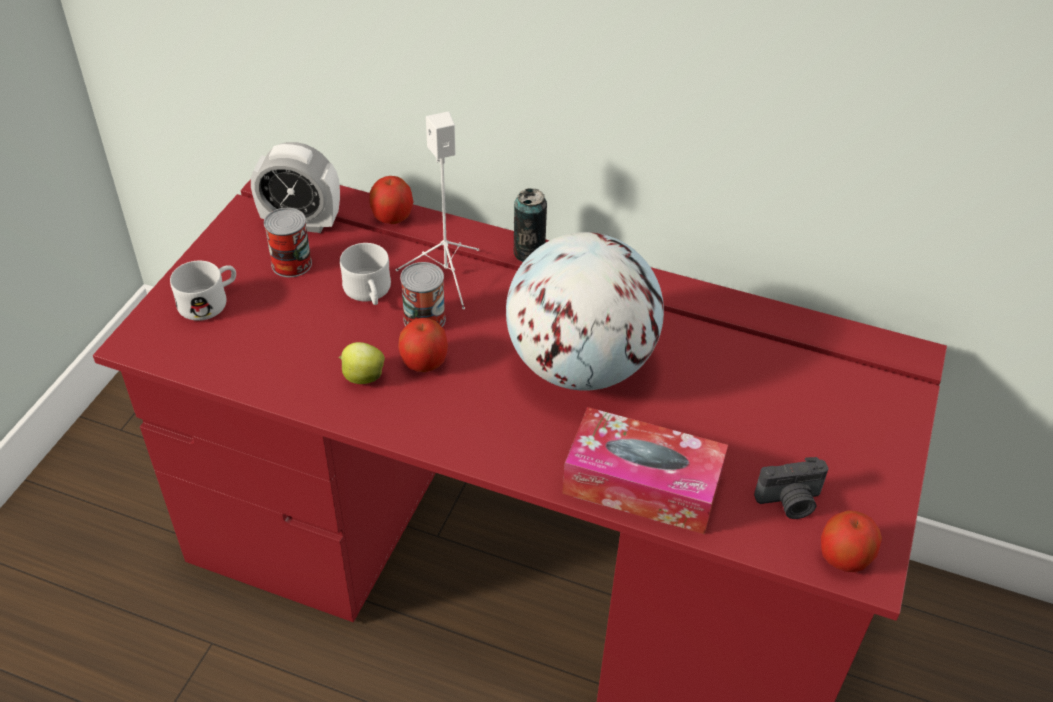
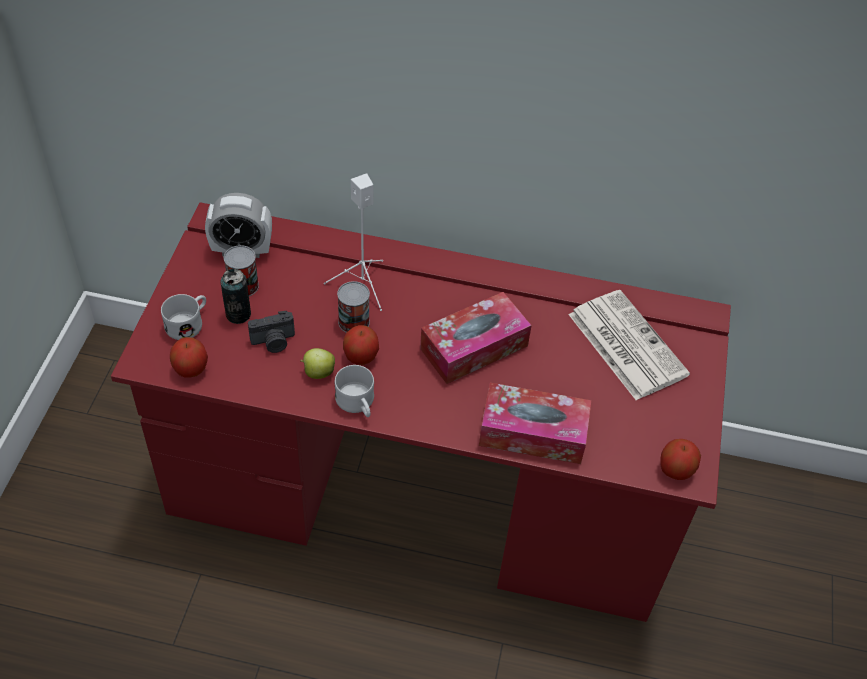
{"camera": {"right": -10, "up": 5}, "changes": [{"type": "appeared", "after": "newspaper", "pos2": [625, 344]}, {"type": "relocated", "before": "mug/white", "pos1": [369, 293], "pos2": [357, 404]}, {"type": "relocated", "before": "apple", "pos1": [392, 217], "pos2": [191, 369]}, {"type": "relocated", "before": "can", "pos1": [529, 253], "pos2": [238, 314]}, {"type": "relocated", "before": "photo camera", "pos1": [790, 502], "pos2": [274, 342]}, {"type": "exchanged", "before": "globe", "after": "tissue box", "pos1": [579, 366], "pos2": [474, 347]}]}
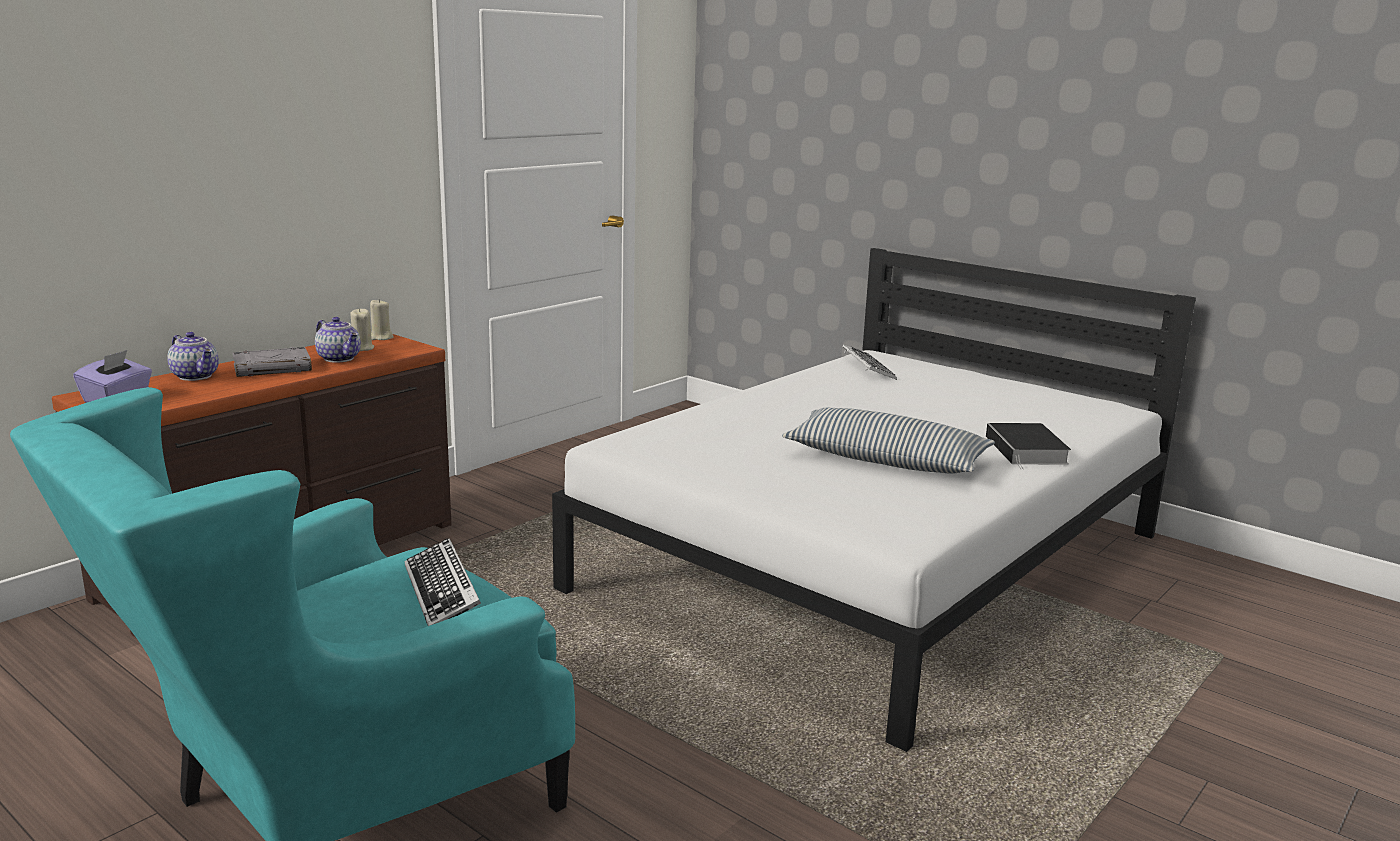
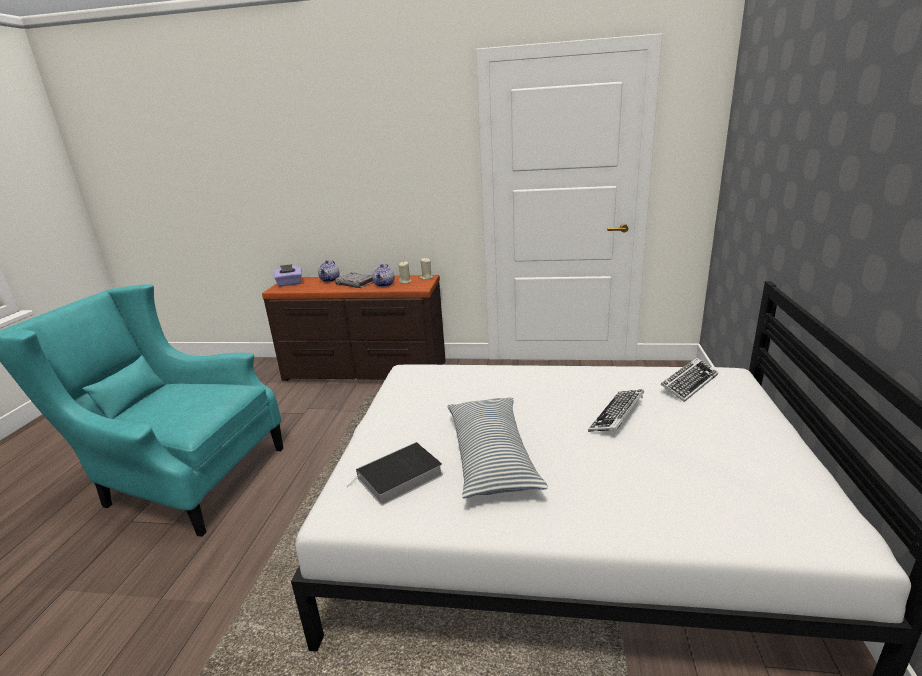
{"camera": {"right": 60, "up": 5}, "changes": [{"type": "relocated", "before": "keyboard", "pos1": [442, 592], "pos2": [617, 415]}, {"type": "relocated", "before": "book", "pos1": [1027, 451], "pos2": [398, 478]}]}
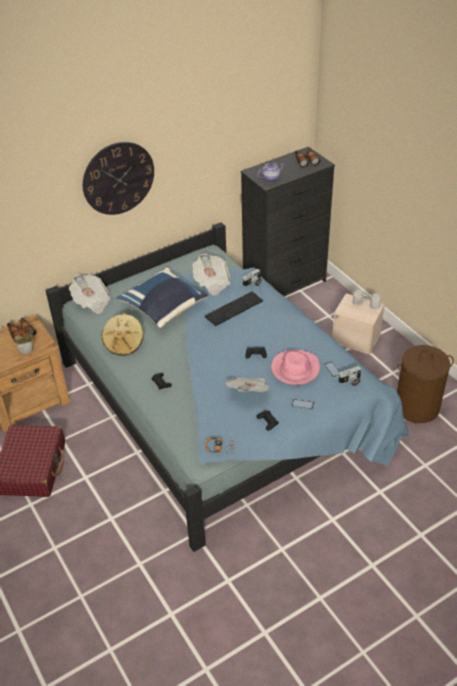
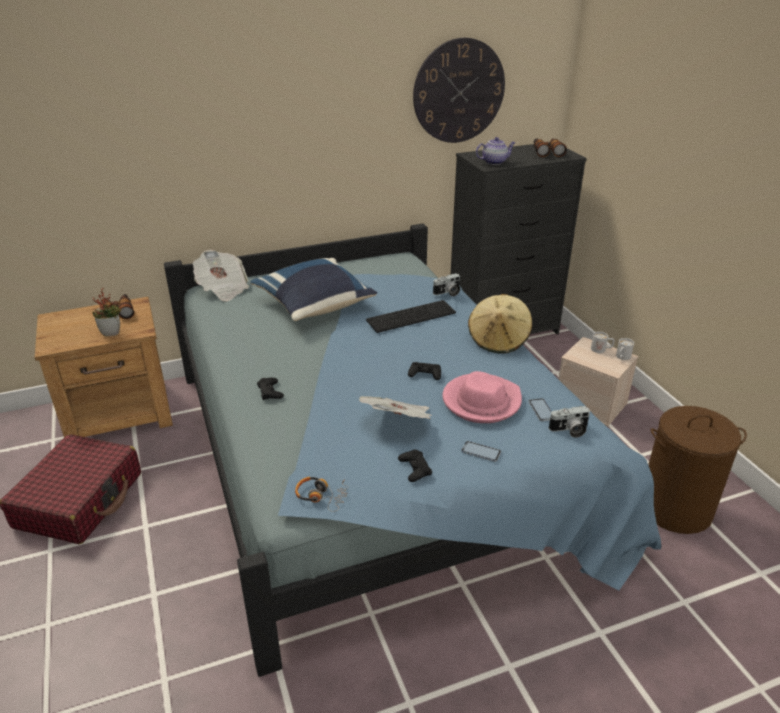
{"camera": {"right": 10, "up": -10}, "changes": [{"type": "missing", "before": "newspaper", "pos1": [212, 282]}, {"type": "relocated", "before": "wall clock", "pos1": [118, 178], "pos2": [459, 91]}, {"type": "relocated", "before": "hat/beige", "pos1": [124, 344], "pos2": [498, 340]}]}
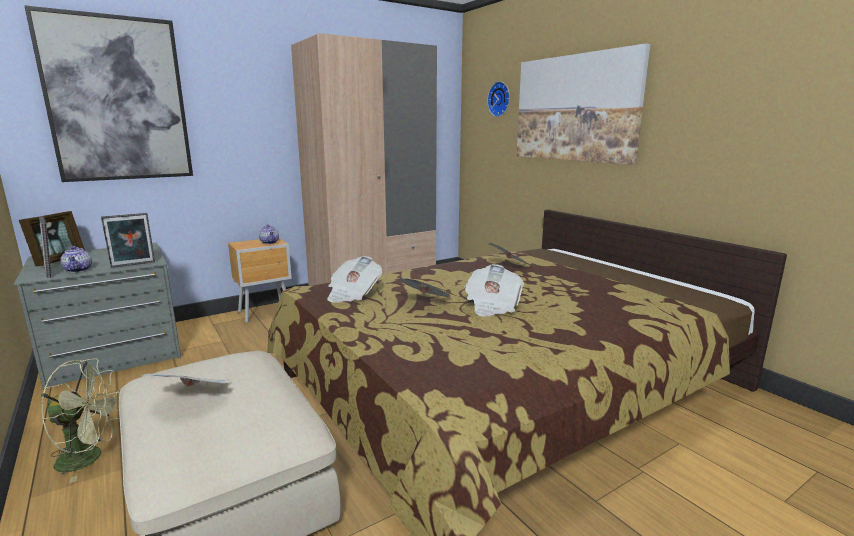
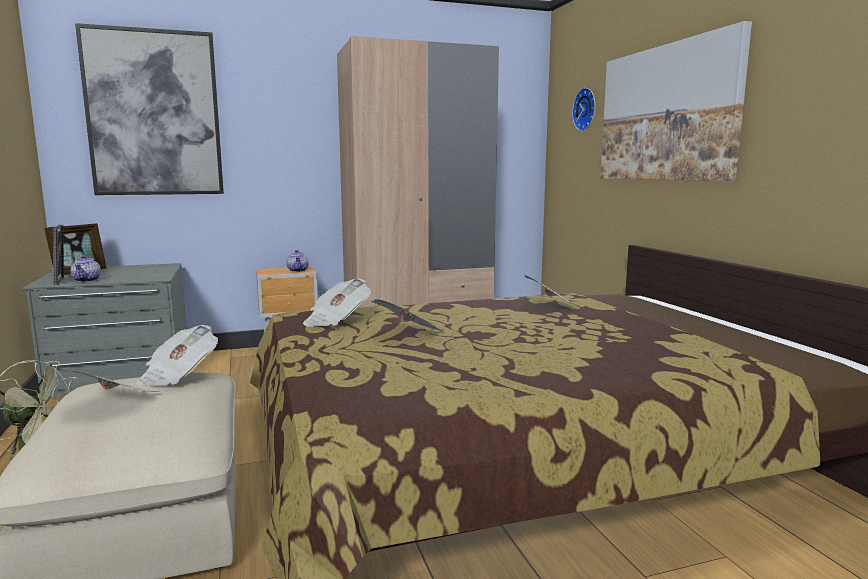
{"camera": {"right": 15, "up": -5}, "changes": [{"type": "missing", "before": "picture frame", "pos1": [133, 265]}, {"type": "relocated", "before": "newspaper", "pos1": [492, 306], "pos2": [178, 376]}]}
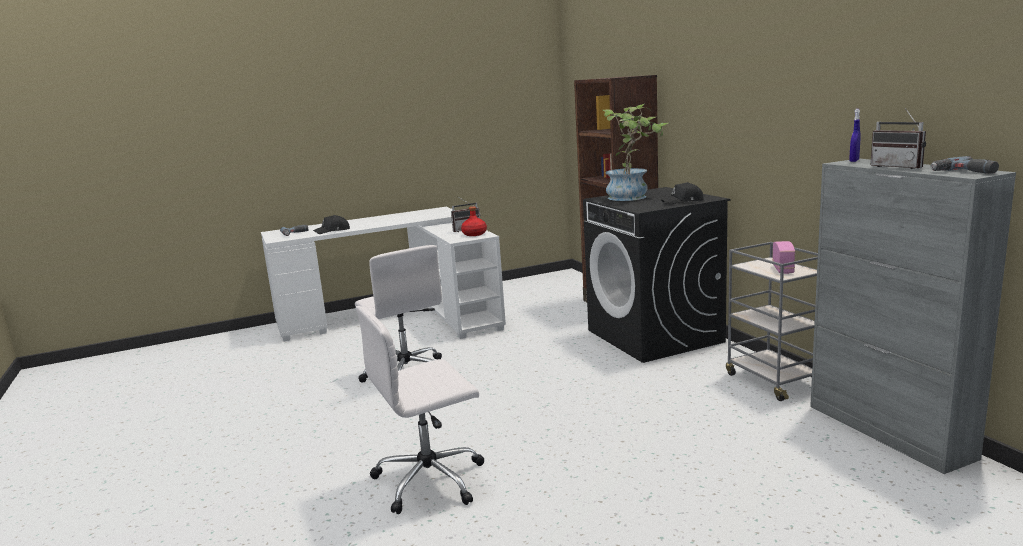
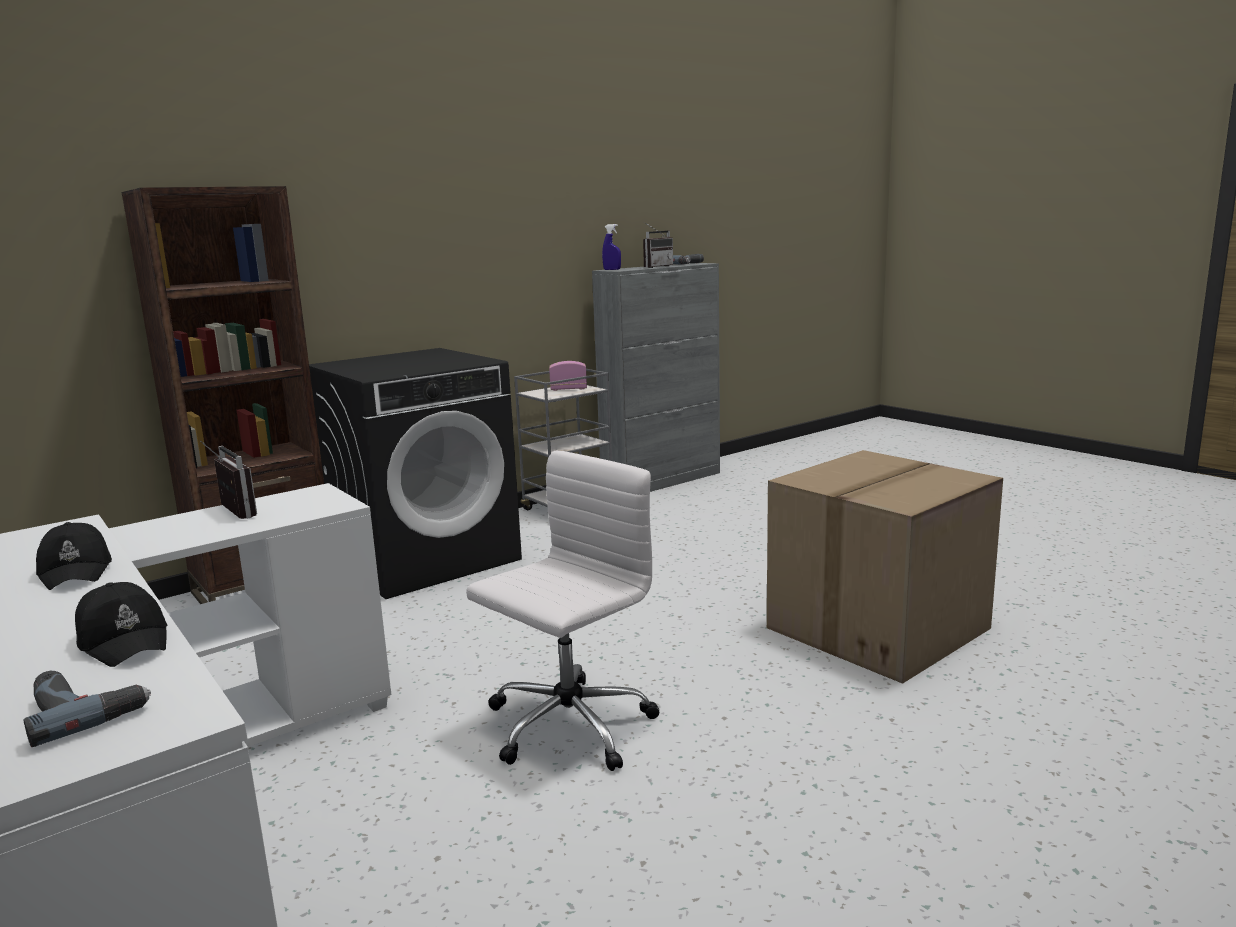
{"camera": {"right": -105, "up": 0}, "changes": [{"type": "missing", "before": "bottle/red", "pos1": [474, 234]}, {"type": "missing", "before": "potted plant", "pos1": [633, 196]}, {"type": "relocated", "before": "cap/black", "pos1": [683, 201], "pos2": [77, 570]}, {"type": "exchanged", "before": "office chair/white", "after": "cardboard box", "pos1": [431, 480], "pos2": [878, 629]}]}
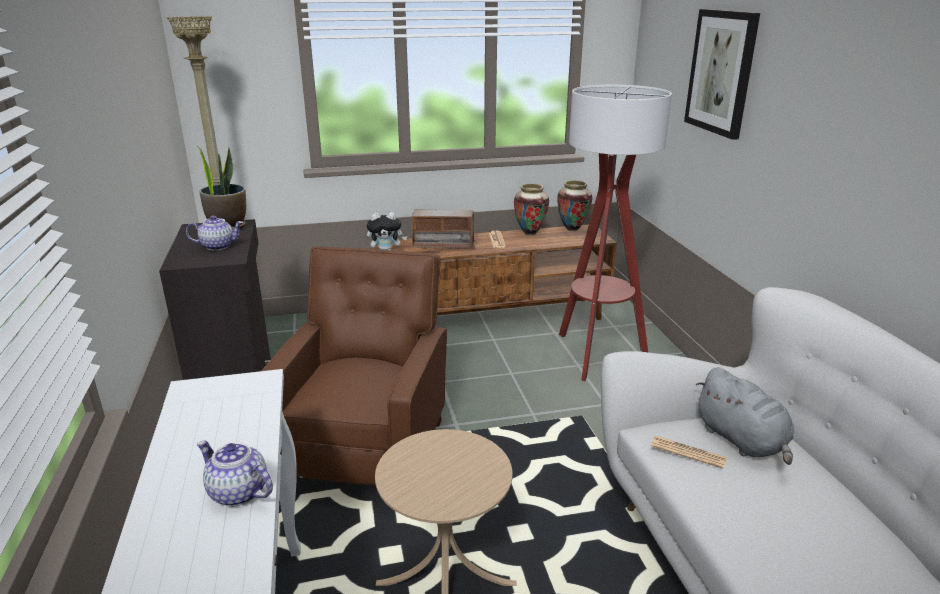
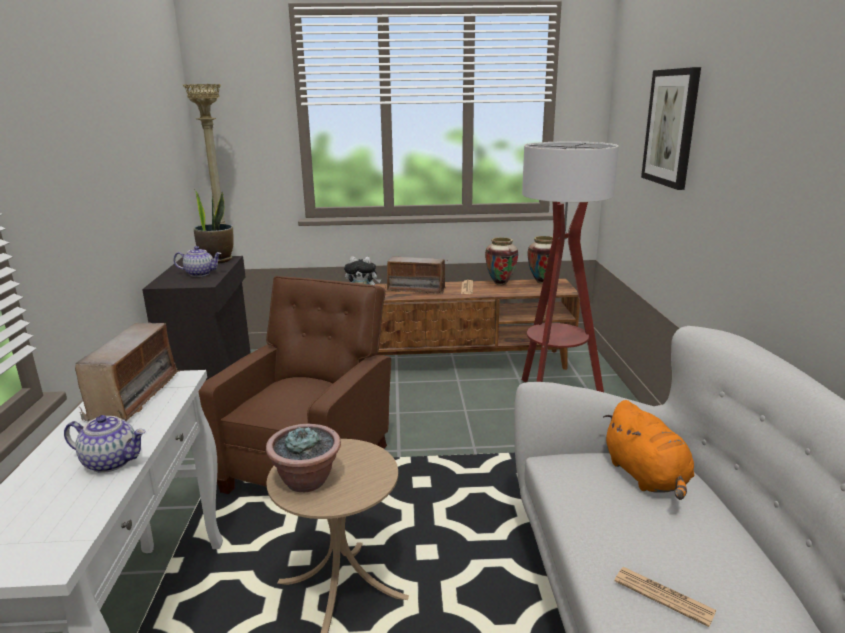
{"camera": {"right": 10, "up": -5}, "changes": [{"type": "appeared", "after": "radio", "pos2": [135, 395]}, {"type": "appeared", "after": "potted plant", "pos2": [307, 481]}, {"type": "relocated", "before": "newspaper", "pos1": [688, 452], "pos2": [663, 596]}, {"type": "colour", "before": "plush toy/grey", "after": "plush toy/orange", "pos1": [742, 441], "pos2": [646, 477]}, {"type": "spun", "before": "teapot", "pos1": [237, 492], "pos2": [112, 461], "turn": 150}]}
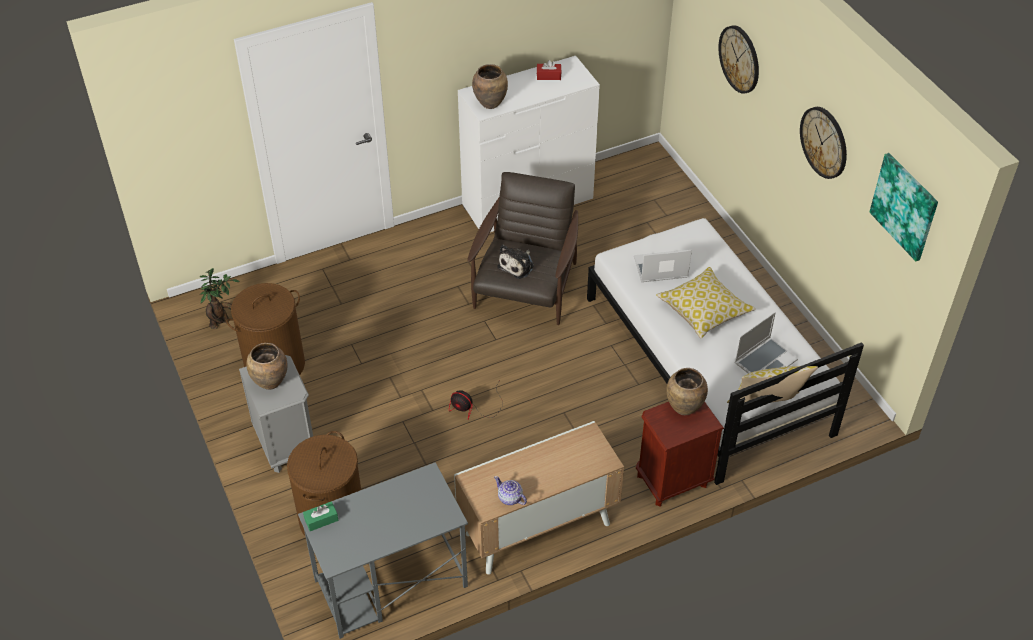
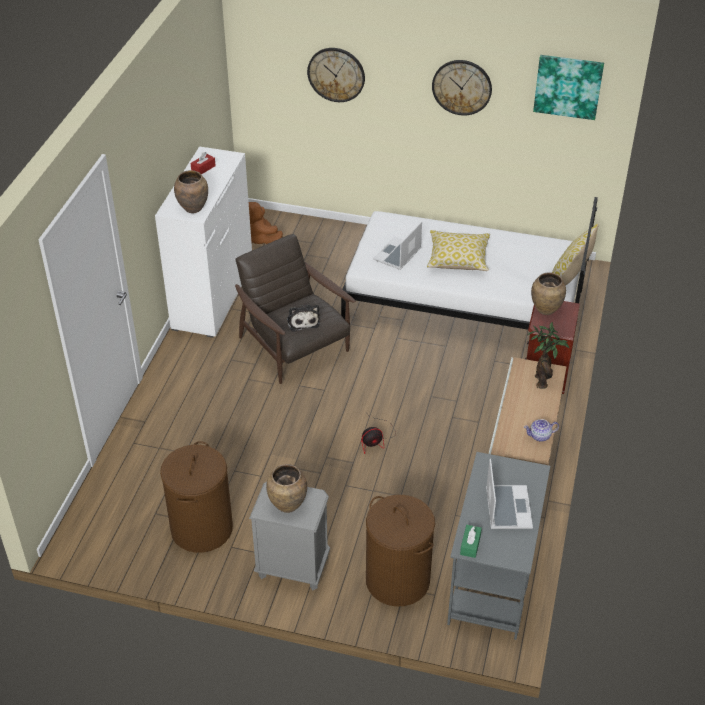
{"camera": {"right": -50, "up": -5}, "changes": [{"type": "appeared", "after": "plush toy/brown", "pos2": [262, 239]}, {"type": "relocated", "before": "potted plant", "pos1": [223, 322], "pos2": [542, 379]}, {"type": "relocated", "before": "laptop", "pos1": [765, 361], "pos2": [507, 507]}]}
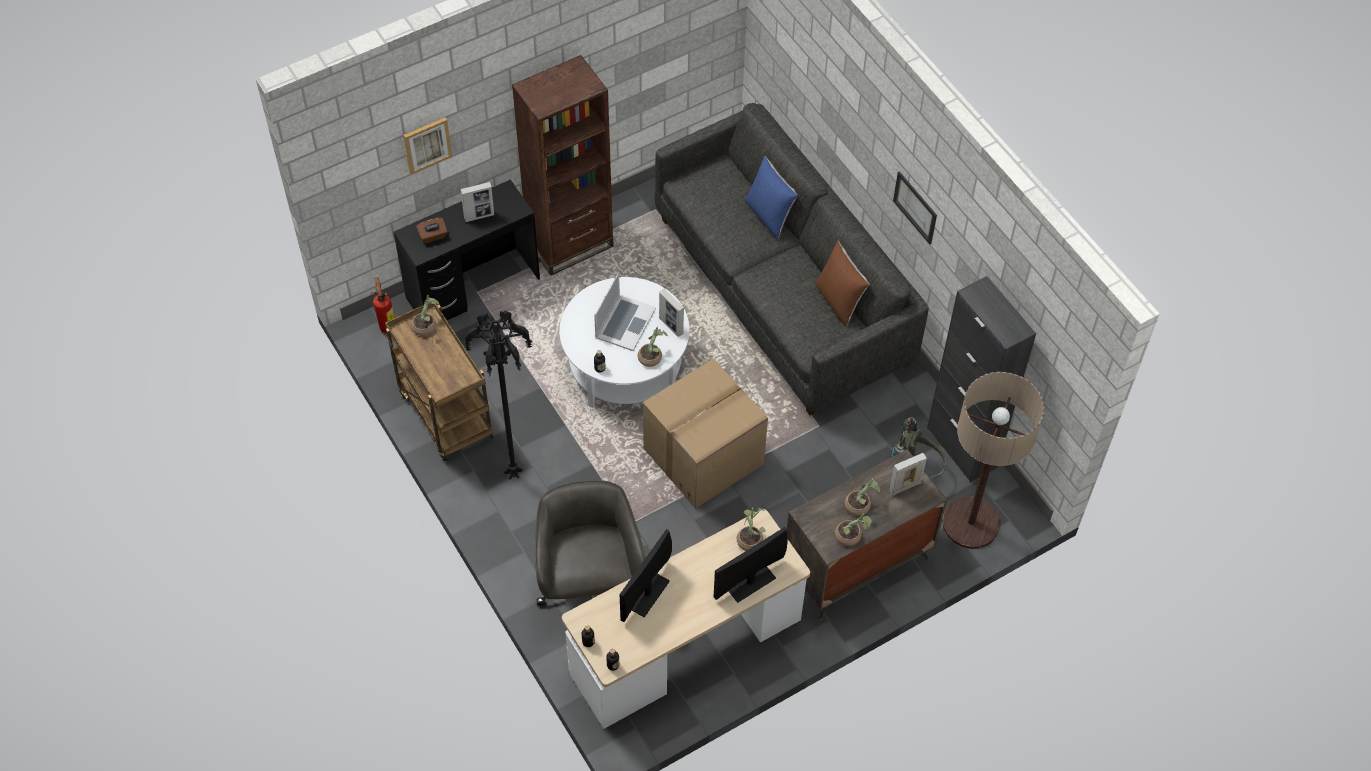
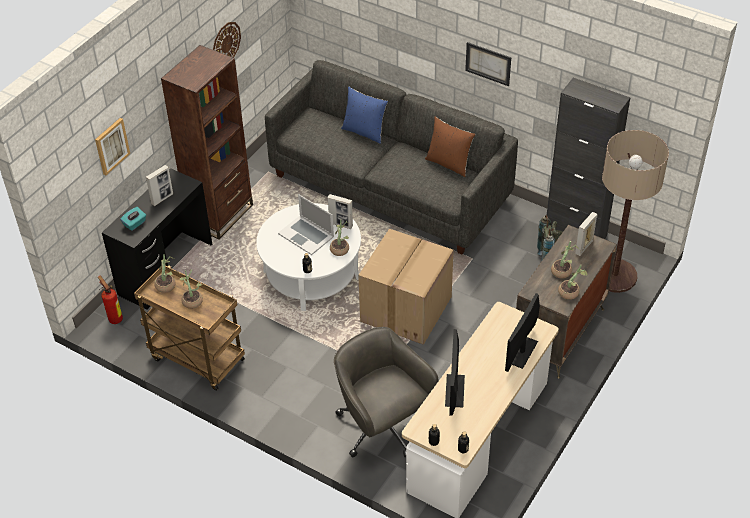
{"camera": {"right": -25, "up": -10}, "changes": [{"type": "missing", "before": "floor lamp/black", "pos1": [514, 473]}, {"type": "appeared", "after": "wall clock", "pos2": [226, 43]}, {"type": "relocated", "before": "potted plant", "pos1": [750, 538], "pos2": [192, 300]}, {"type": "colour", "before": "tissue box/brown", "after": "tissue box/turquoise", "pos1": [433, 236], "pos2": [135, 224]}, {"type": "spun", "before": "laptop", "pos1": [625, 322], "pos2": [306, 235], "turn": 135}]}
